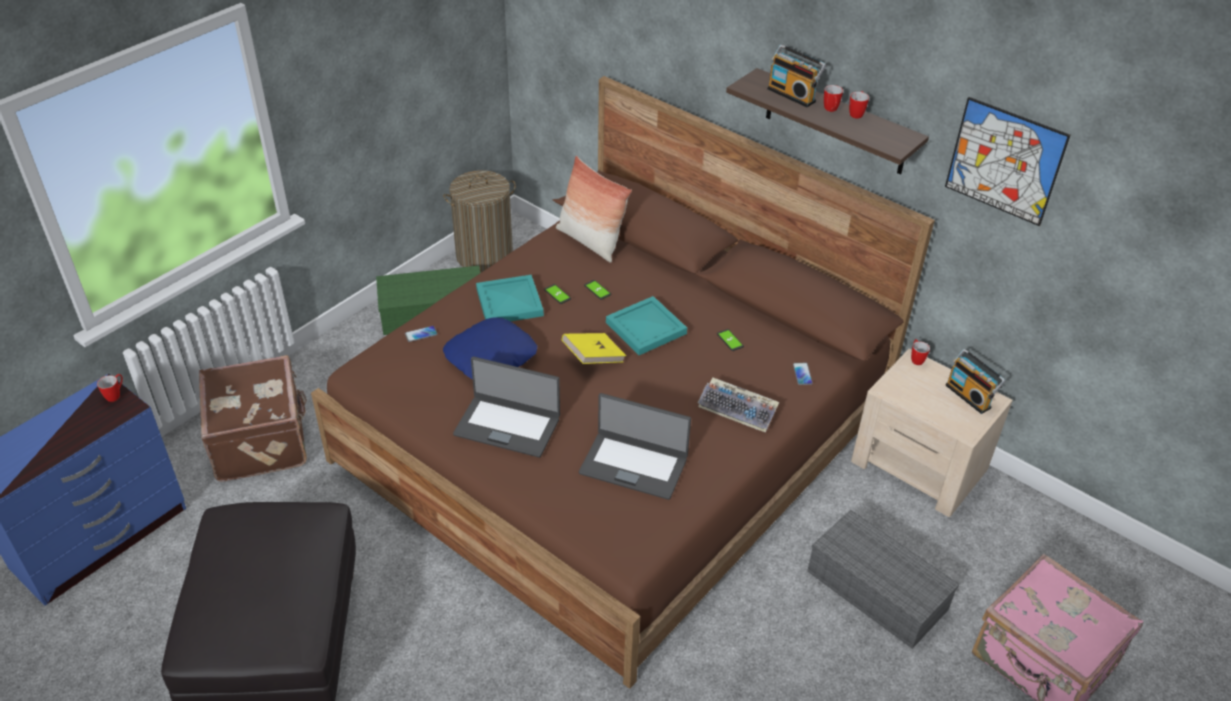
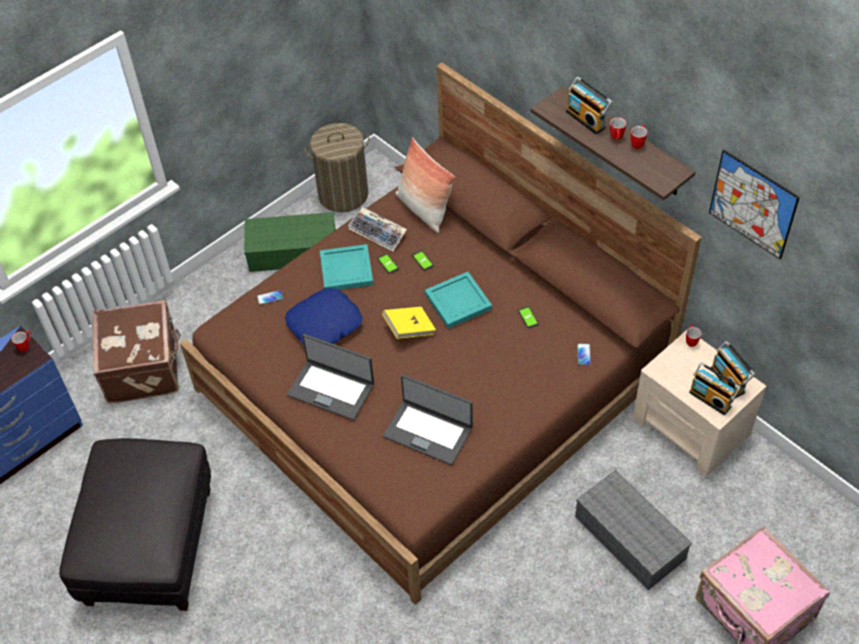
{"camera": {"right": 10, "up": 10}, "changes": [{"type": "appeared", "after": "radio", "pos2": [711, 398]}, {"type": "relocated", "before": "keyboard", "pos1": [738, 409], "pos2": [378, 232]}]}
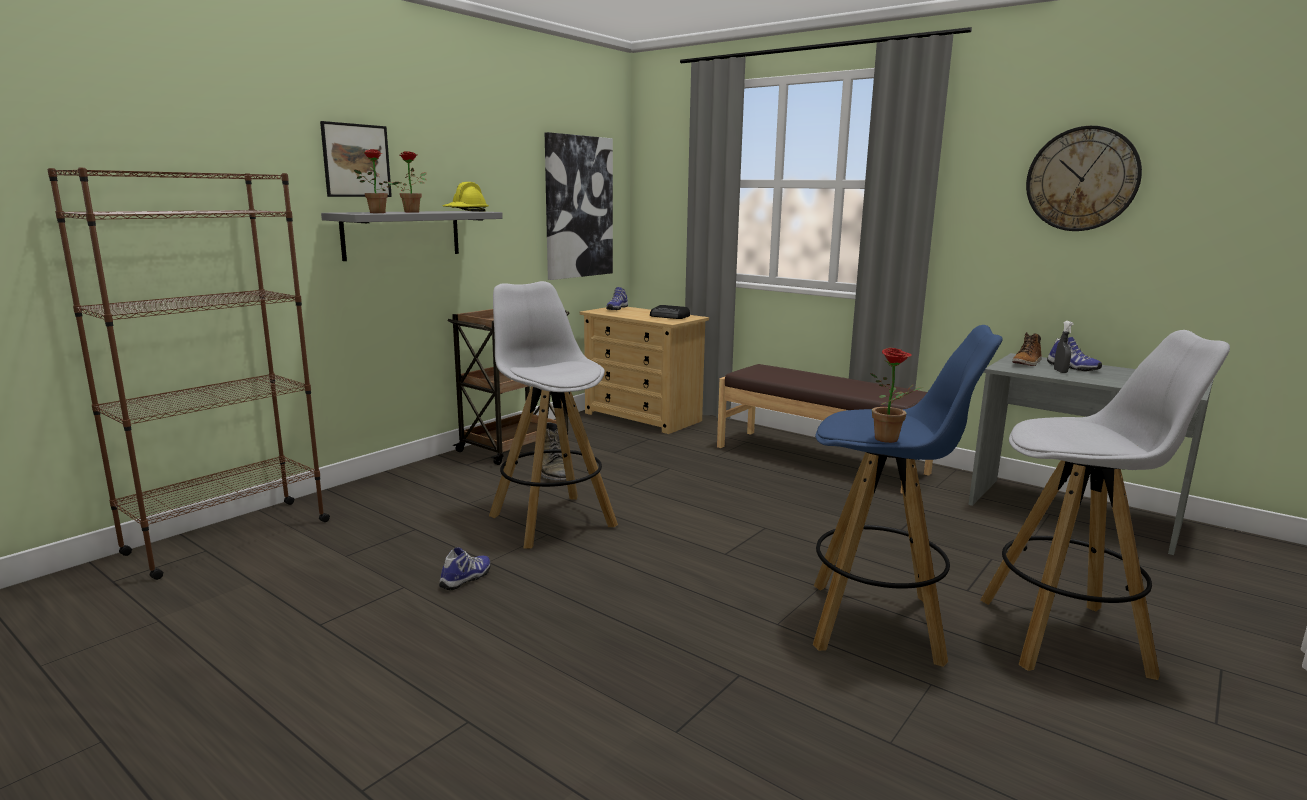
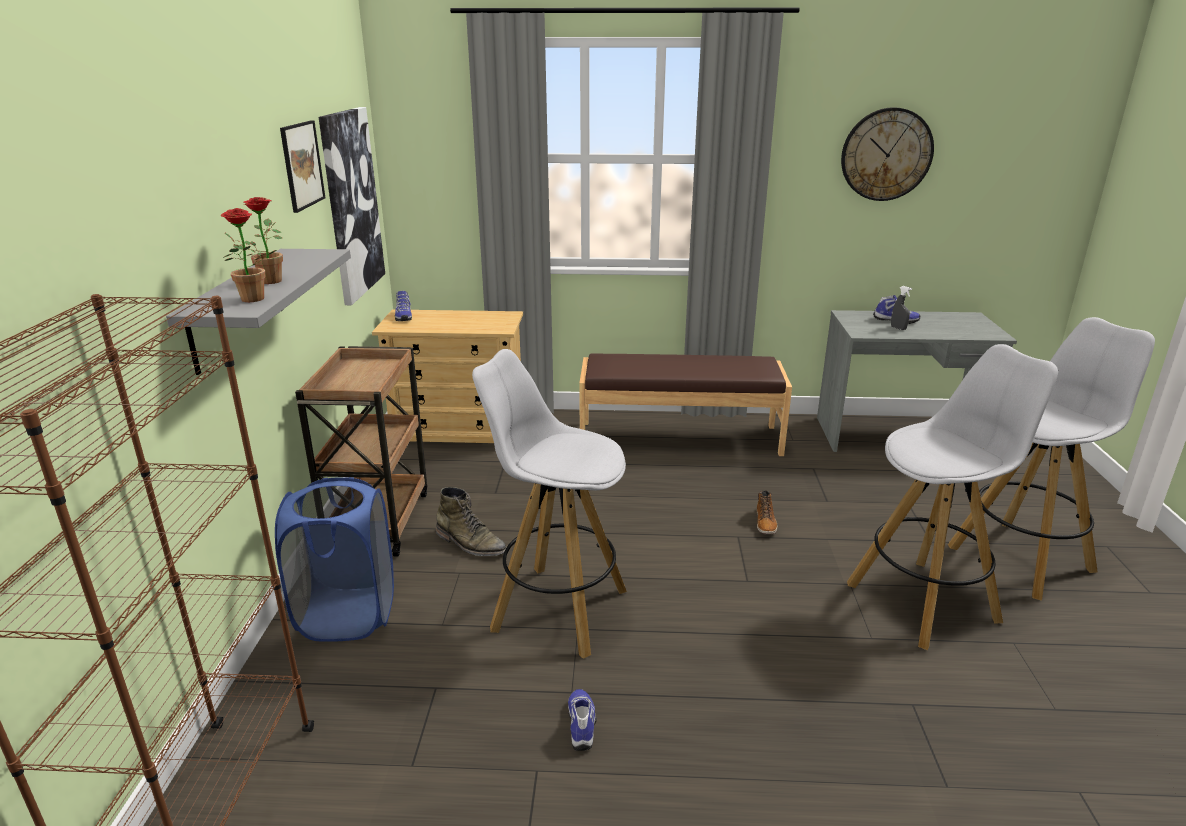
{"camera": {"right": -35, "up": 10}, "changes": [{"type": "missing", "before": "hard hat/yellow", "pos1": [466, 211]}, {"type": "missing", "before": "radio", "pos1": [670, 316]}, {"type": "missing", "before": "potted plant", "pos1": [891, 440]}, {"type": "appeared", "after": "laundry basket/blue", "pos2": [347, 615]}, {"type": "relocated", "before": "picture", "pos1": [356, 160], "pos2": [302, 165]}, {"type": "relocated", "before": "boot", "pos1": [1027, 363], "pos2": [765, 523]}, {"type": "colour", "before": "stool/blue", "after": "stool/white", "pos1": [878, 623], "pos2": [924, 602]}]}
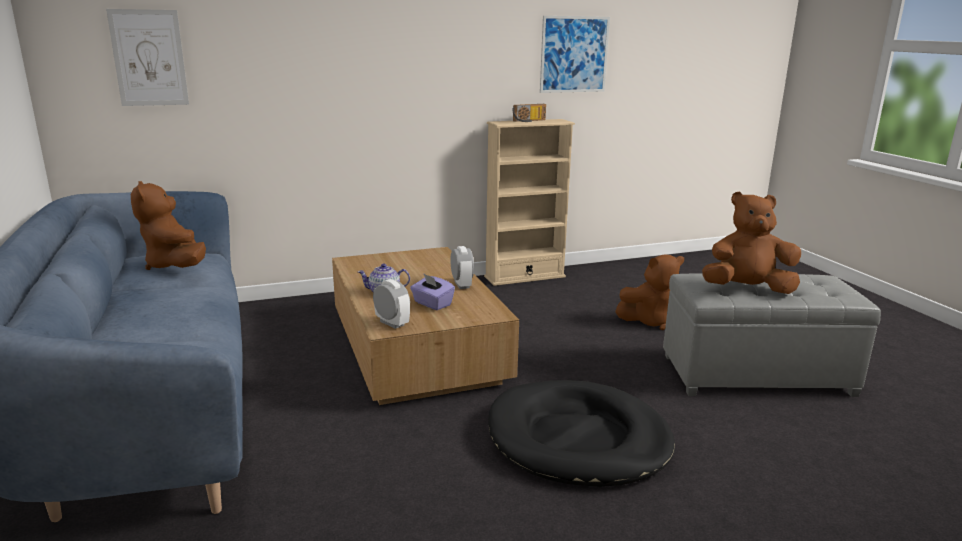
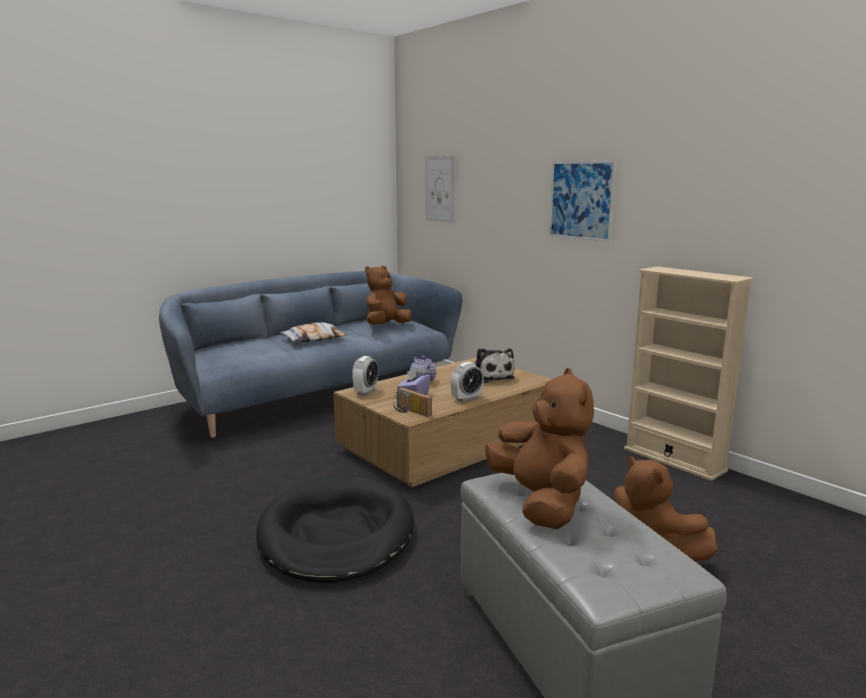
{"camera": {"right": 70, "up": -5}, "changes": [{"type": "appeared", "after": "pillow", "pos2": [314, 338]}, {"type": "appeared", "after": "plush toy", "pos2": [490, 377]}, {"type": "relocated", "before": "radio", "pos1": [529, 121], "pos2": [410, 411]}, {"type": "relocated", "before": "picture", "pos1": [574, 54], "pos2": [581, 200]}]}
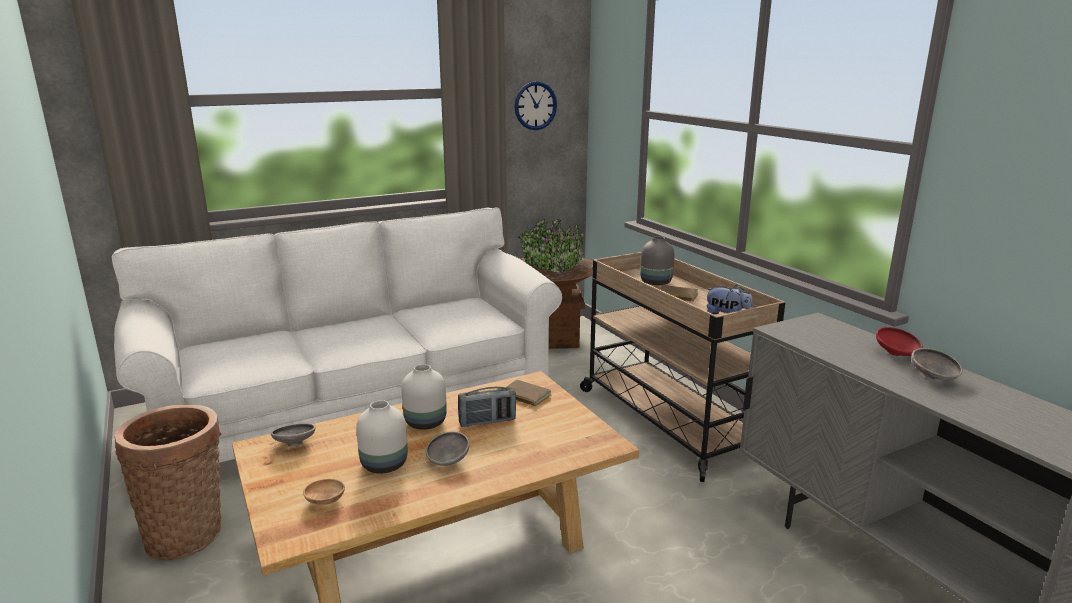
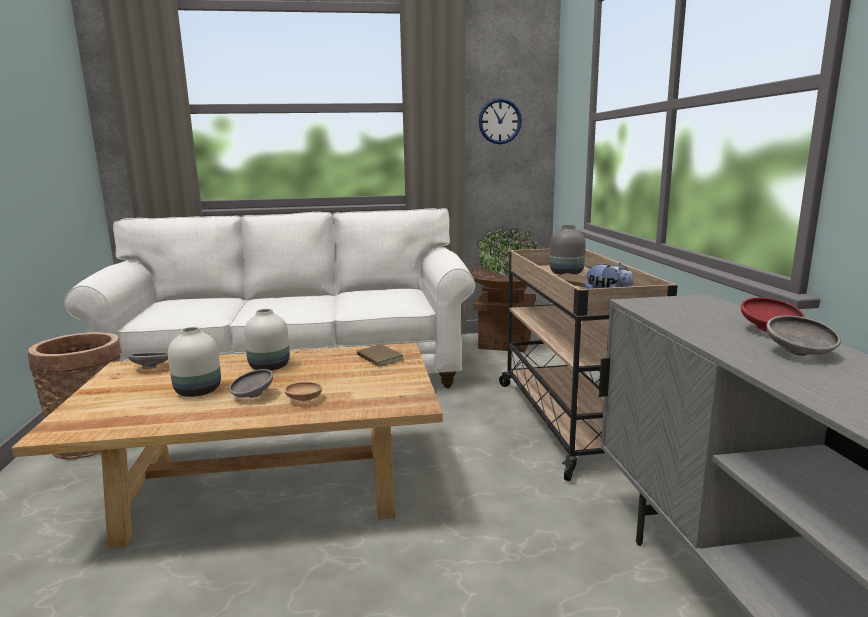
{"camera": {"right": 20, "up": -5}, "changes": [{"type": "missing", "before": "radio", "pos1": [487, 421]}, {"type": "relocated", "before": "bowl/brown", "pos1": [325, 501], "pos2": [304, 400]}]}
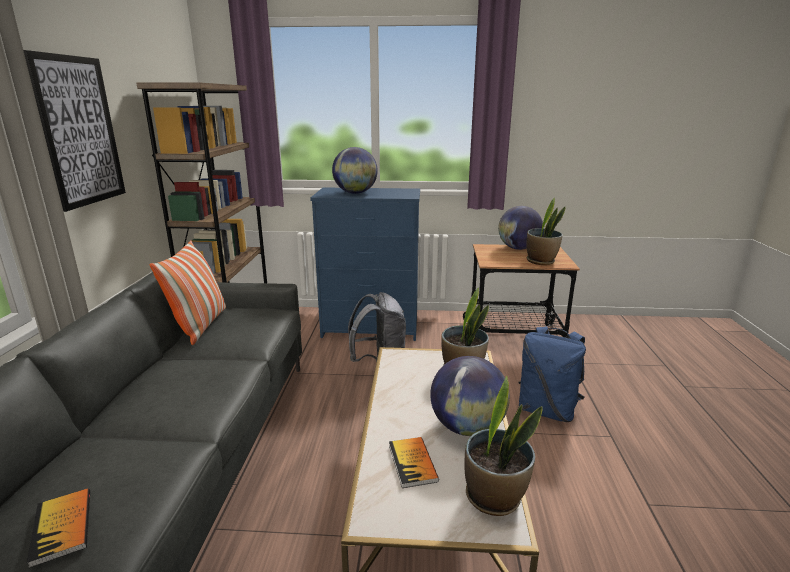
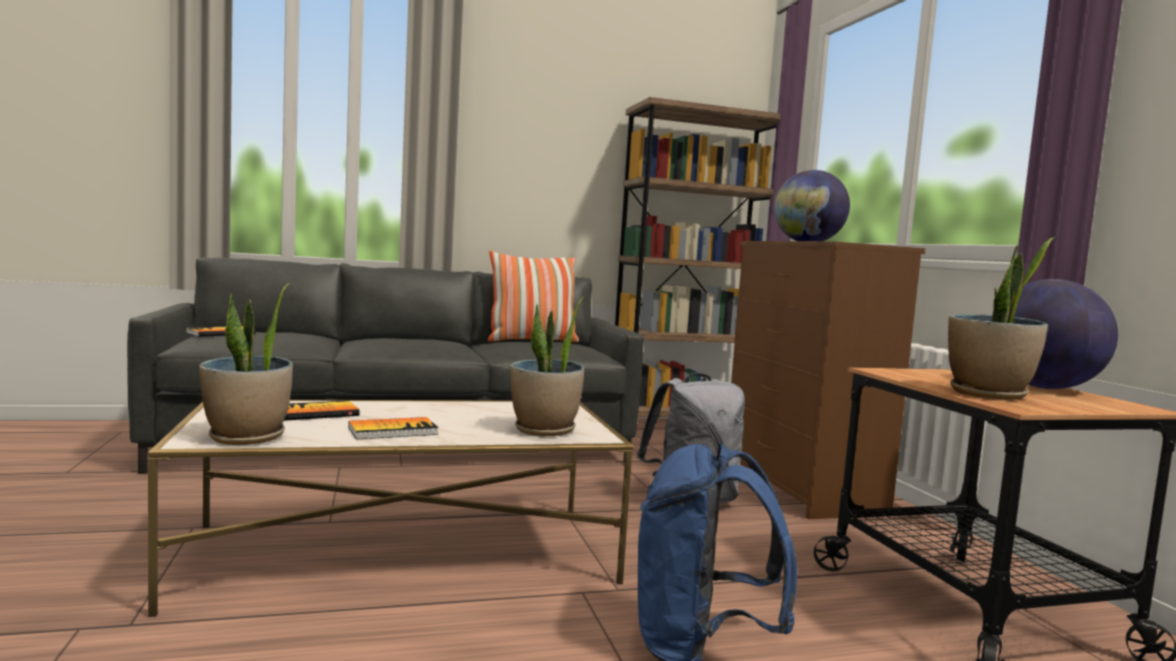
{"camera": {"right": 70, "up": -15}, "changes": [{"type": "missing", "before": "picture", "pos1": [79, 131]}, {"type": "exchanged", "before": "globe", "after": "book", "pos1": [467, 427], "pos2": [393, 431]}, {"type": "colour", "before": "dresser/blue", "after": "dresser/brown", "pos1": [371, 328], "pos2": [800, 488]}]}
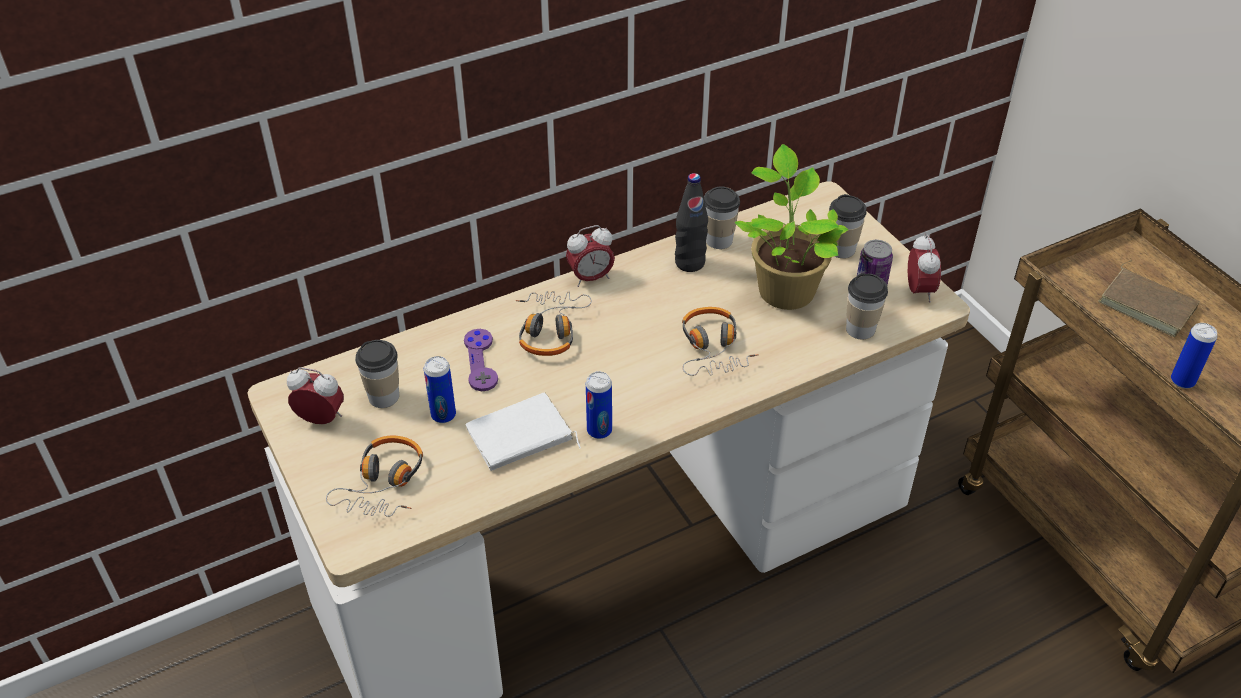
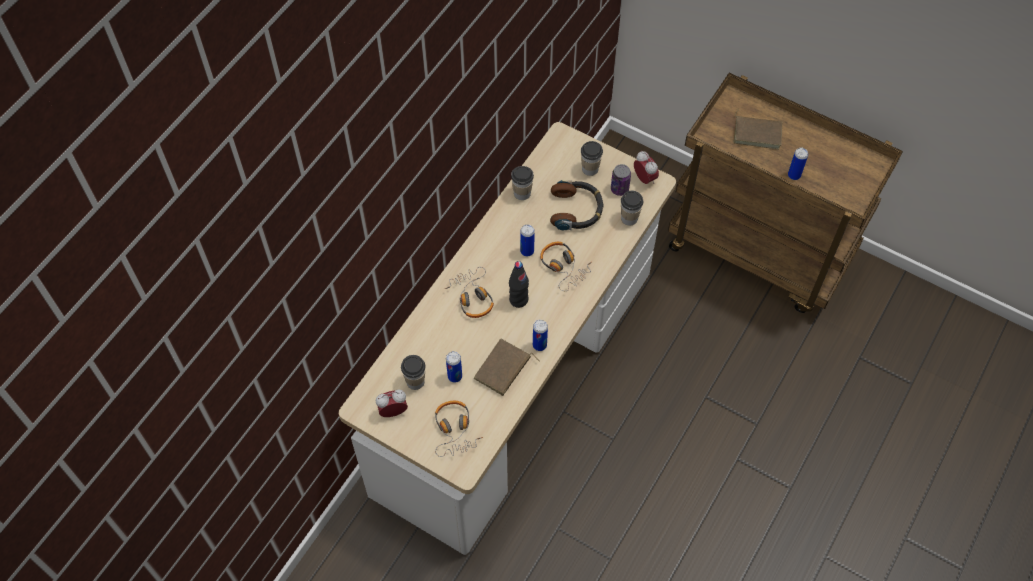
{"camera": {"right": -30, "up": 15}, "changes": [{"type": "missing", "before": "game controller/purple", "pos1": [481, 361]}, {"type": "missing", "before": "alarm clock", "pos1": [590, 278]}, {"type": "appeared", "after": "can", "pos2": [527, 251]}, {"type": "relocated", "before": "bottle/black", "pos1": [690, 263], "pos2": [518, 300]}, {"type": "exchanged", "before": "potted plant", "after": "headphones", "pos1": [784, 288], "pos2": [576, 210]}, {"type": "colour", "before": "book/white", "after": "book/brown", "pos1": [520, 438], "pos2": [503, 369]}]}
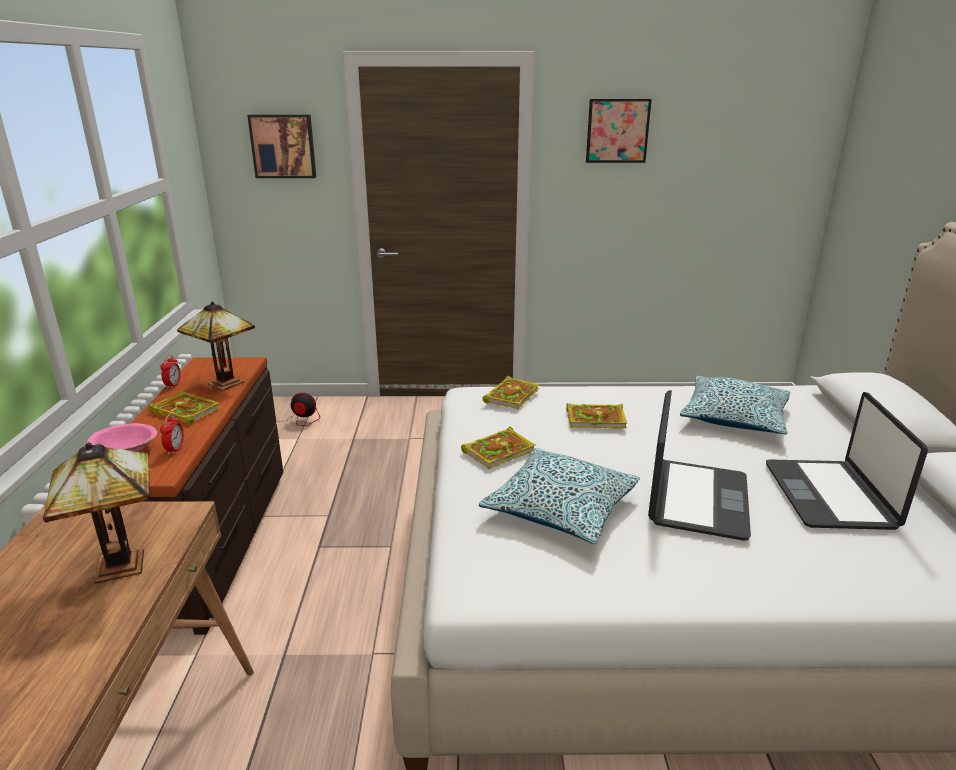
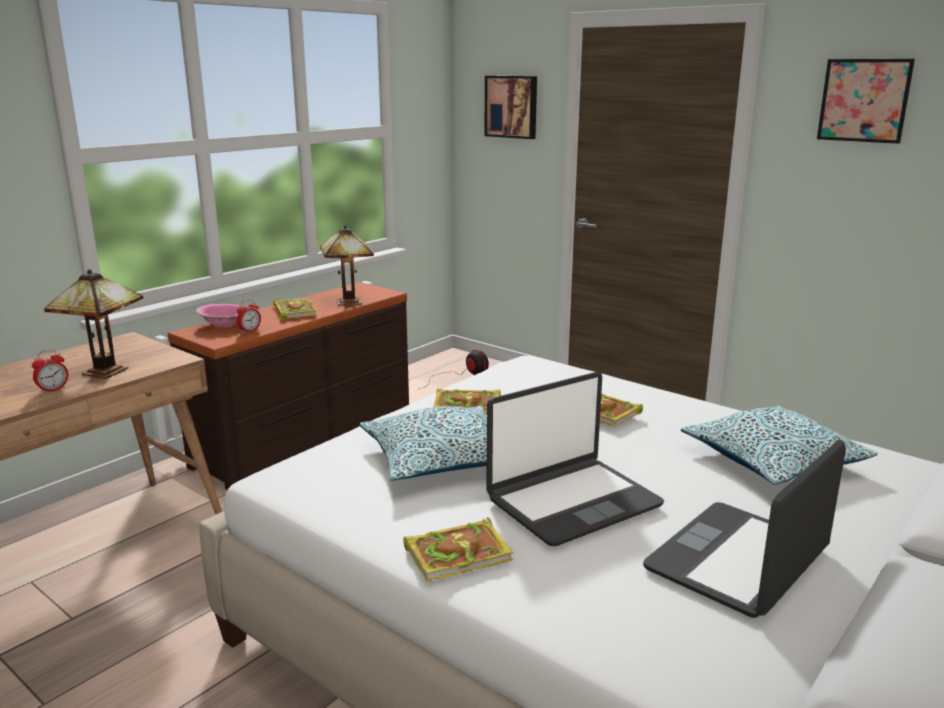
{"camera": {"right": 40, "up": -5}, "changes": [{"type": "relocated", "before": "alarm clock", "pos1": [173, 385], "pos2": [53, 390]}, {"type": "relocated", "before": "book", "pos1": [511, 395], "pos2": [460, 553]}]}
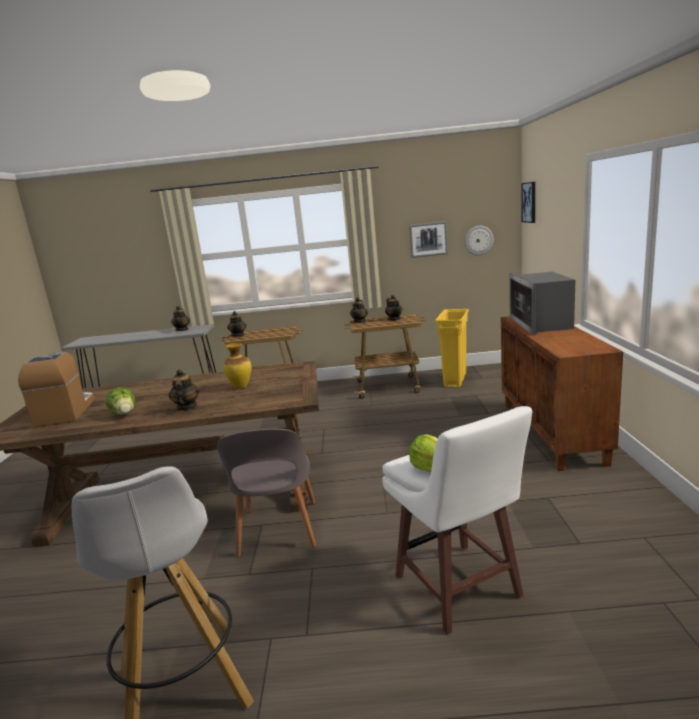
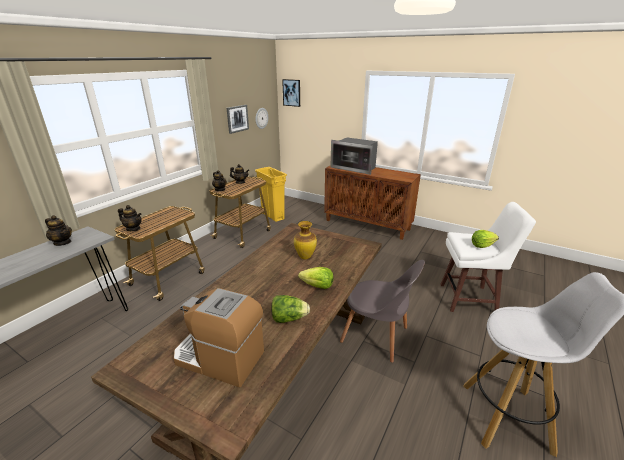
{"camera": {"right": -60, "up": 10}, "changes": [{"type": "exchanged", "before": "teapot", "after": "lettuce", "pos1": [186, 407], "pos2": [317, 286]}]}
